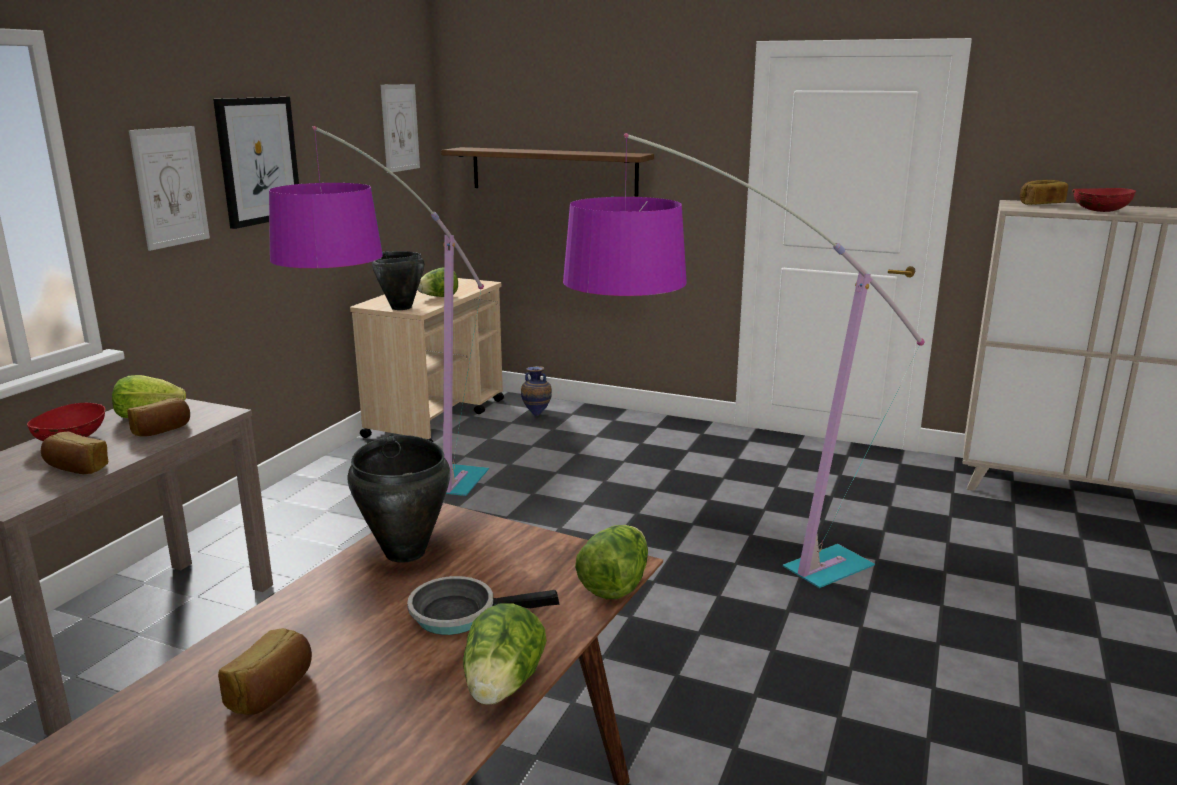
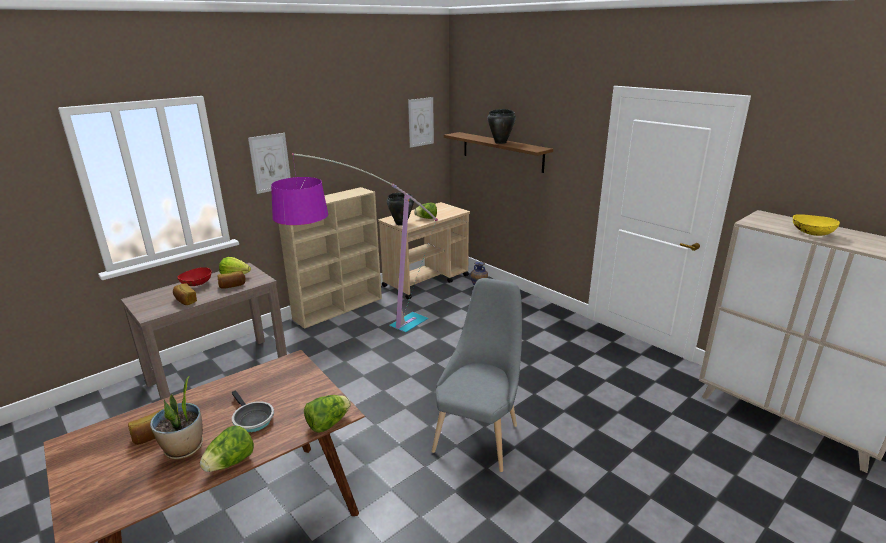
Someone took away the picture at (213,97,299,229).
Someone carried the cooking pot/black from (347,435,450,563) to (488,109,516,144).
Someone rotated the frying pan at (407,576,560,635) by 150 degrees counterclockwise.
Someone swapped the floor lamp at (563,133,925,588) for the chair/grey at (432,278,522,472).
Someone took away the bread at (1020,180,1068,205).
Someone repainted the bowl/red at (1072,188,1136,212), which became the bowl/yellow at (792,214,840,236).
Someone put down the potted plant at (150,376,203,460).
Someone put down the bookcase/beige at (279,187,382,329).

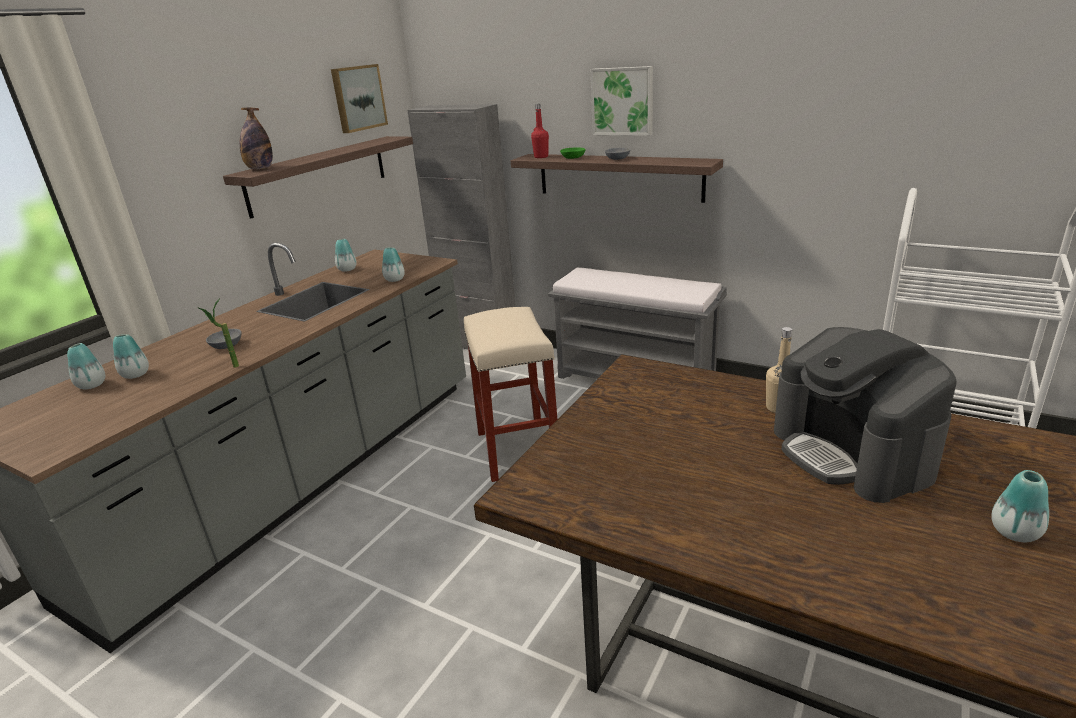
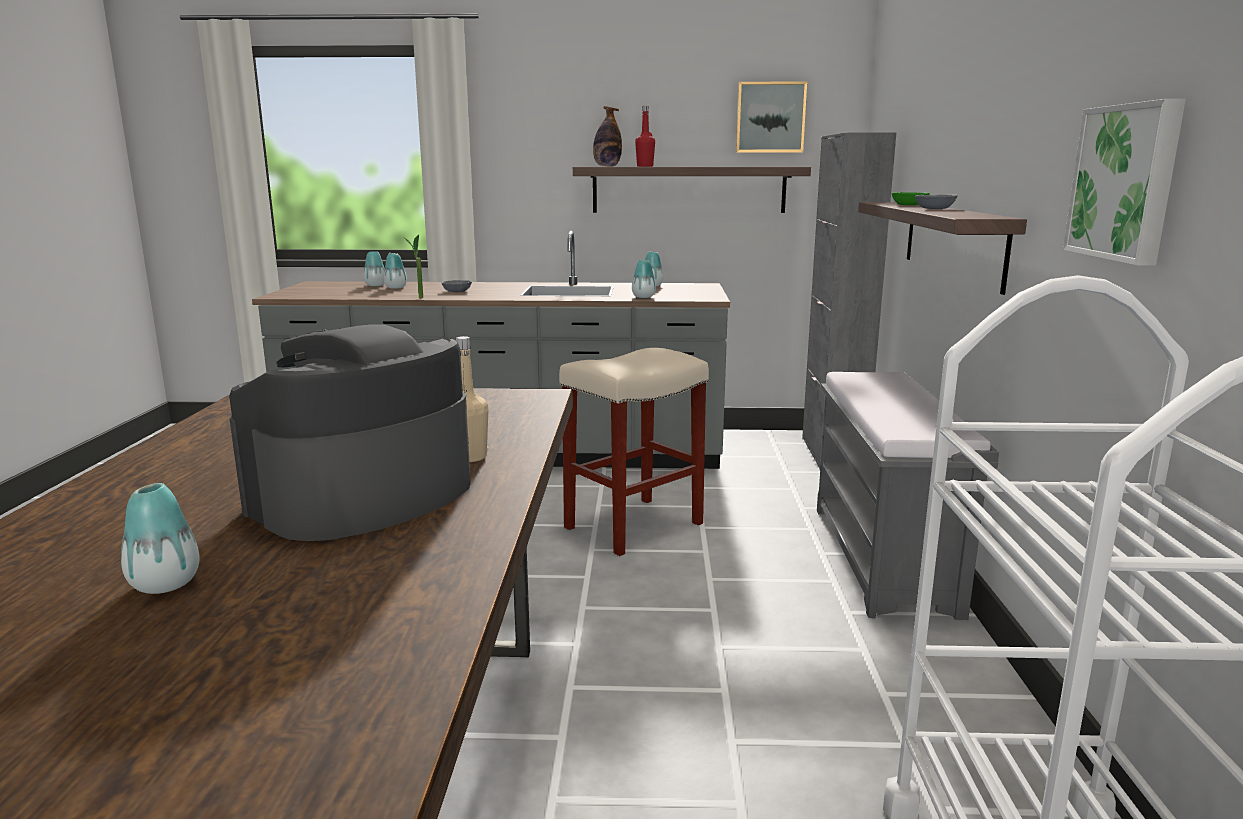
Someone carried the bottle/red from (531,104,549,158) to (635,106,655,167).
Someone carried the picture from (591,66,653,136) to (1063,99,1186,266).

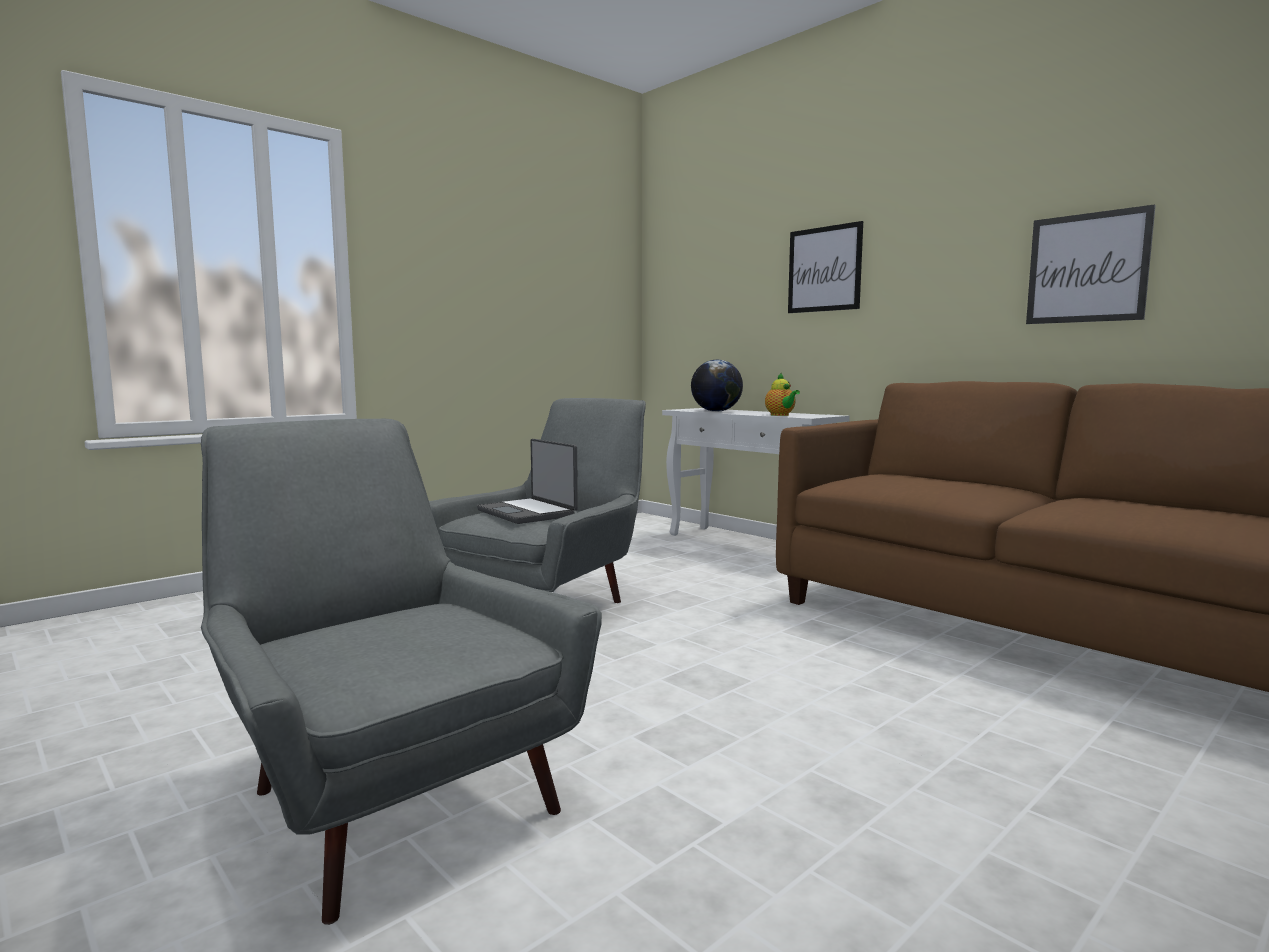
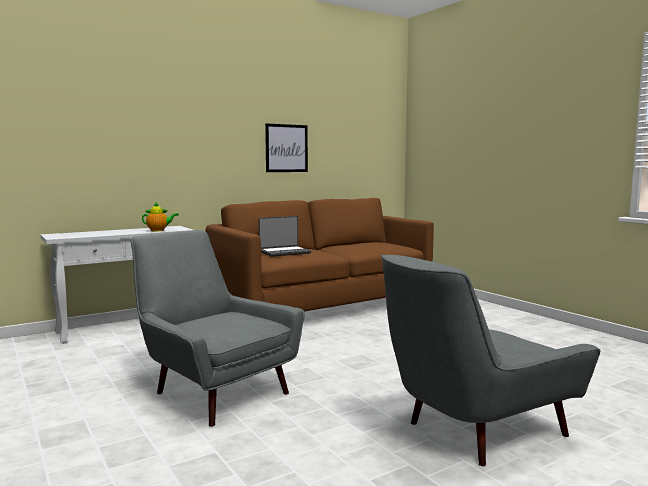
Someone carried the laptop from (477,439,578,524) to (258,216,311,257).
Someone took away the globe at (691,360,743,412).
Someone took away the picture at (788,221,863,313).

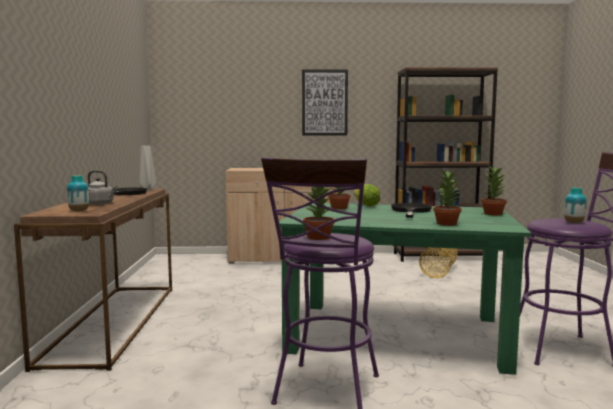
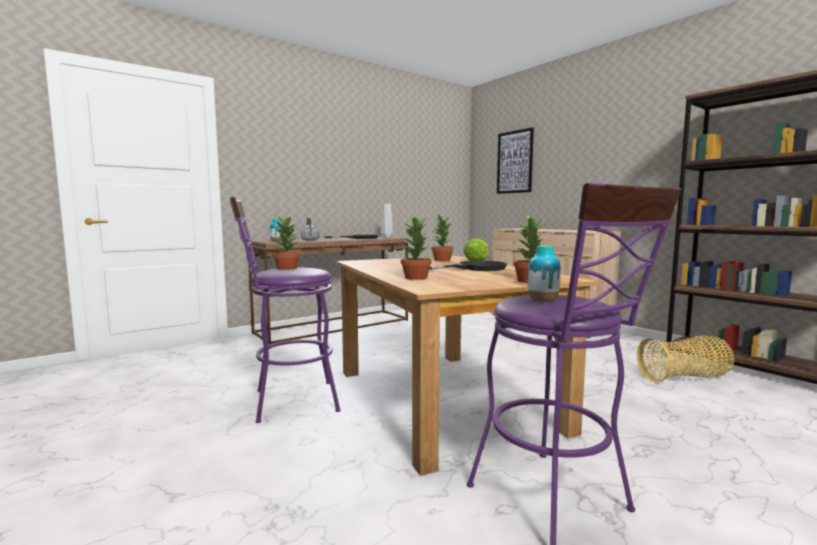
Someone repainted the dining table/green at (275,203,531,375), which became the dining table/brown at (336,256,599,476).
Someone carried the picture from (302,69,348,136) to (497,127,534,194).

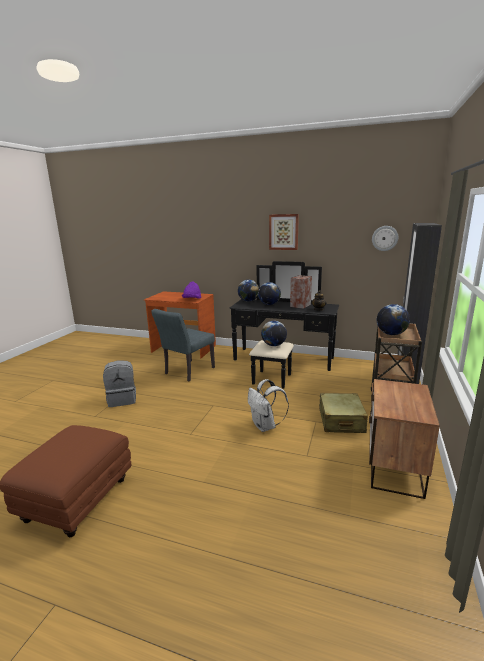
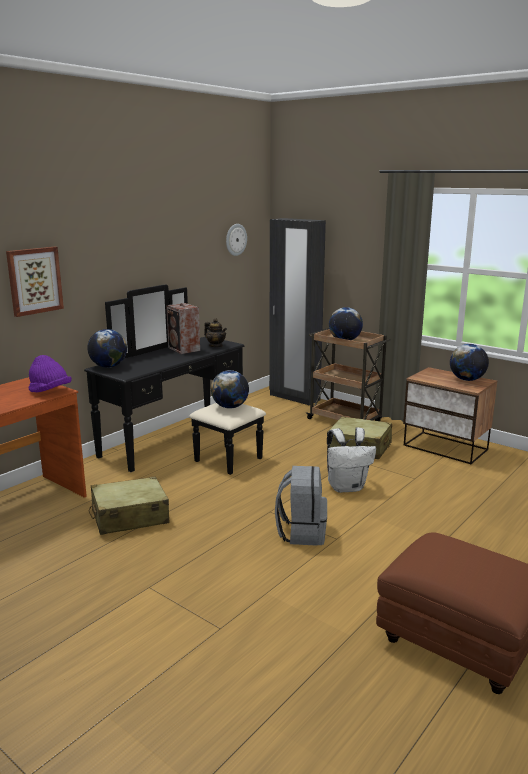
Someone carried the backpack/grey from (103,360,136,407) to (275,466,327,546).
Someone swapped the chair/grey at (151,309,215,381) for the suitcase/beige at (89,476,170,535).
Someone carried the globe from (258,282,281,305) to (450,344,489,381).
Someone carried the picture from (269,214,299,250) to (6,247,64,317).

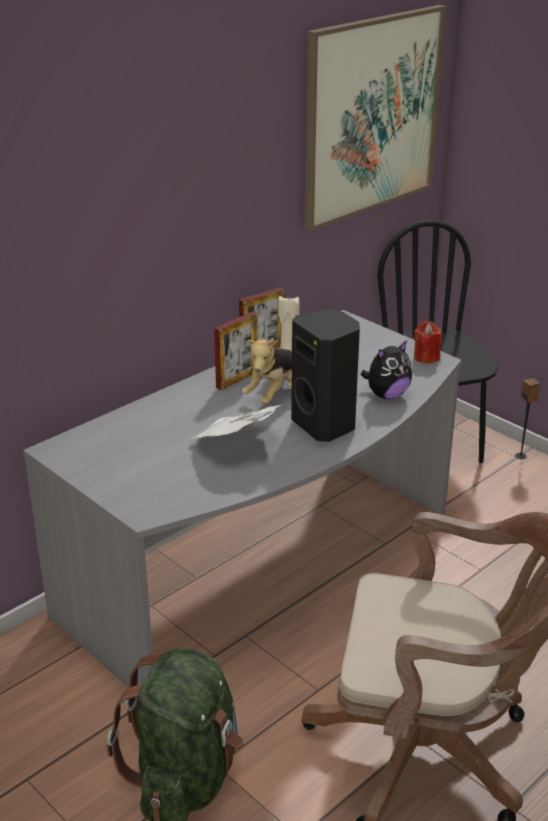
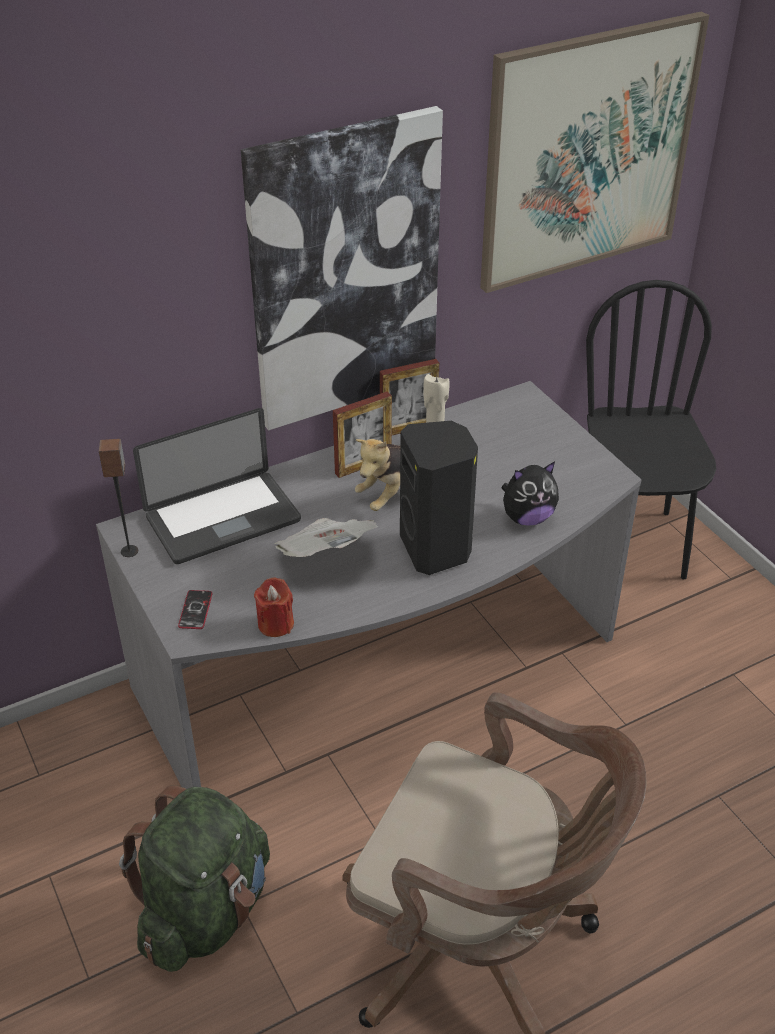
Someone carried the candle/red from (414,321,442,363) to (254,578,294,637).
Someone carried the speaker from (515,378,541,459) to (99,439,138,557).
Someone put down the laptop at (133,408,301,564).
Someone put down the phone at (178,590,213,629).
Someone put up the picture at (241,106,443,430).

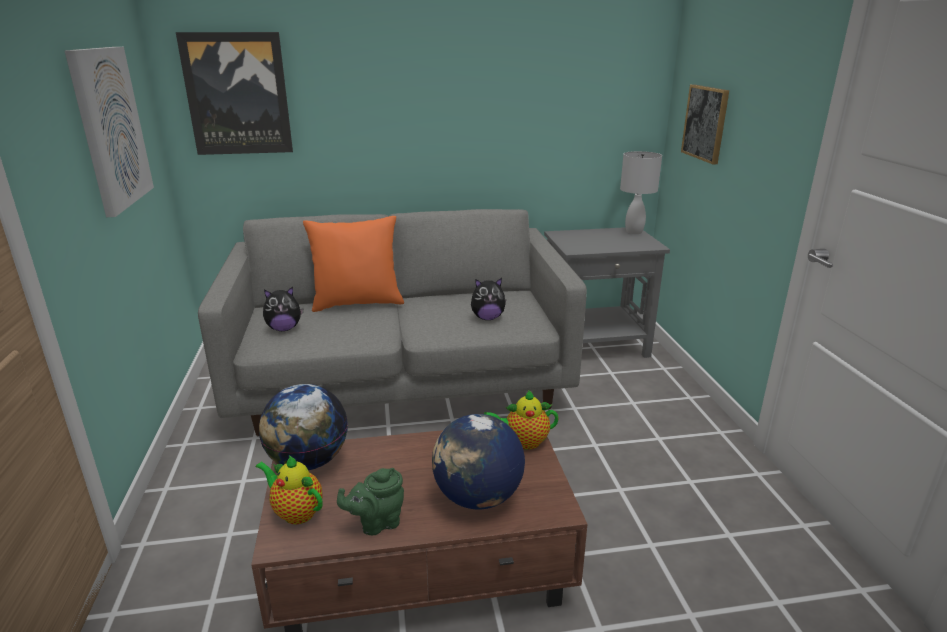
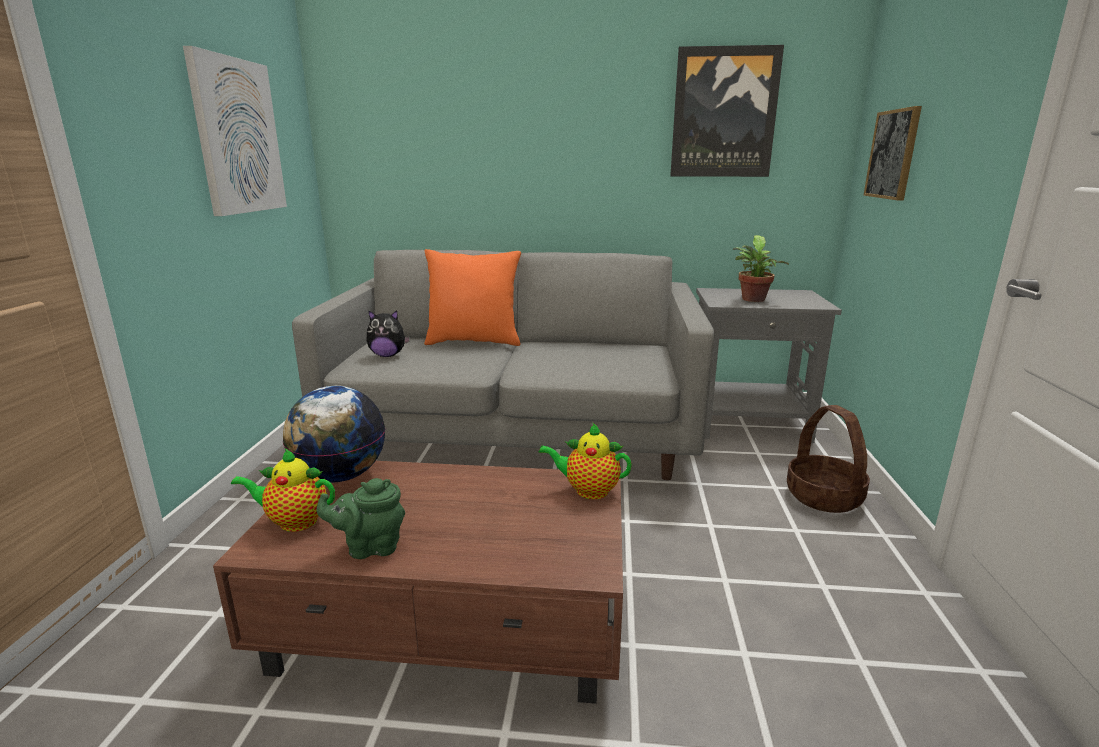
Someone carried the picture from (176,32,293,155) to (670,45,784,177).
Someone rotated the teapot at (255,455,322,524) by 45 degrees counterclockwise.
Someone took away the globe at (432,414,525,510).
Someone took away the plush toy at (471,278,506,320).
Someone took away the table lamp/white at (620,151,662,234).
Someone put down the potted plant at (733,235,789,302).
Someone put down the basket at (787,405,870,513).

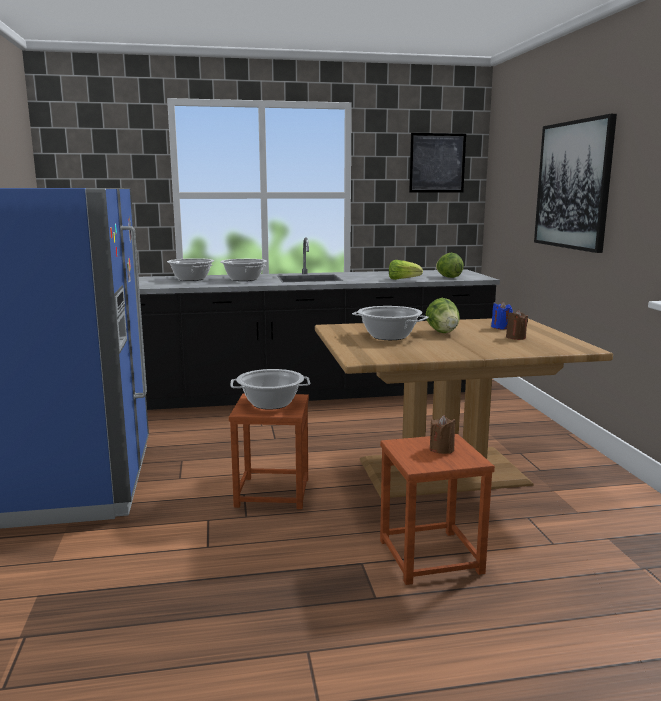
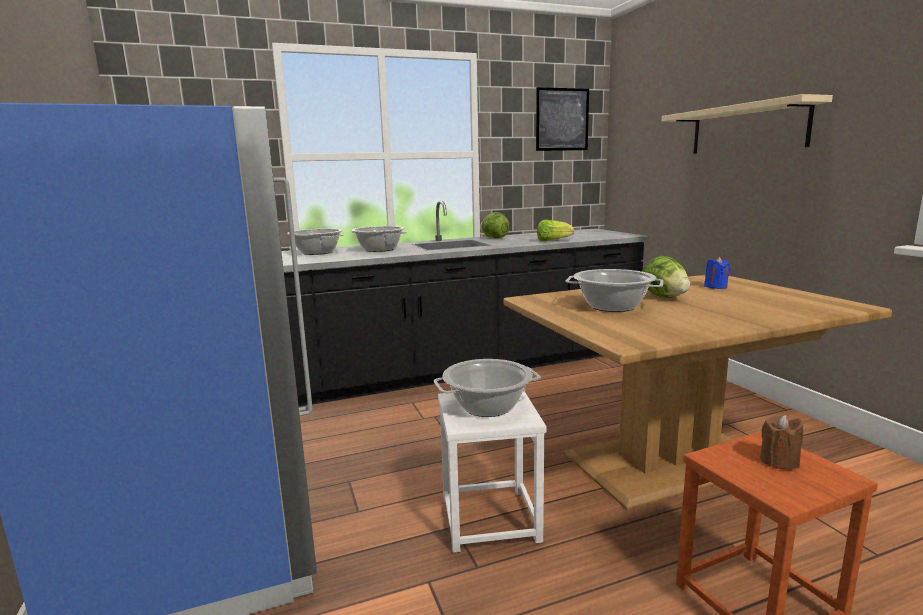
Someone repainted the stool/brown at (229,393,309,509), which became the stool/white at (438,391,547,553).
Someone carried the lettuce from (436,253,464,278) to (480,212,509,238).
Someone took away the candle/brown at (506,310,528,340).
Someone swapped the picture at (534,114,617,253) for the shelf/beige at (661,94,833,154).

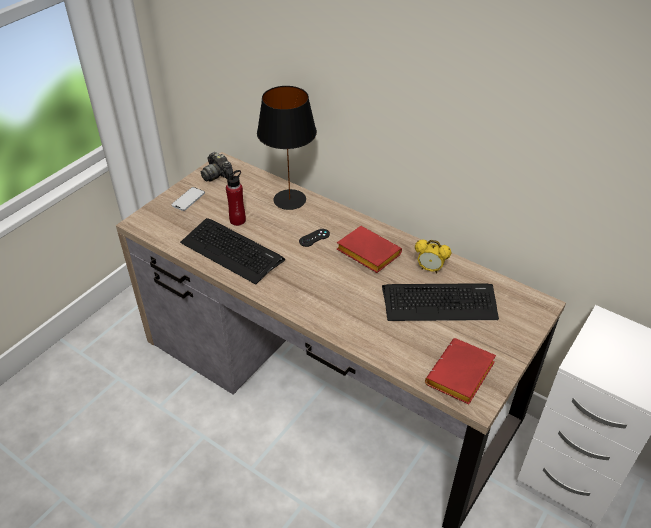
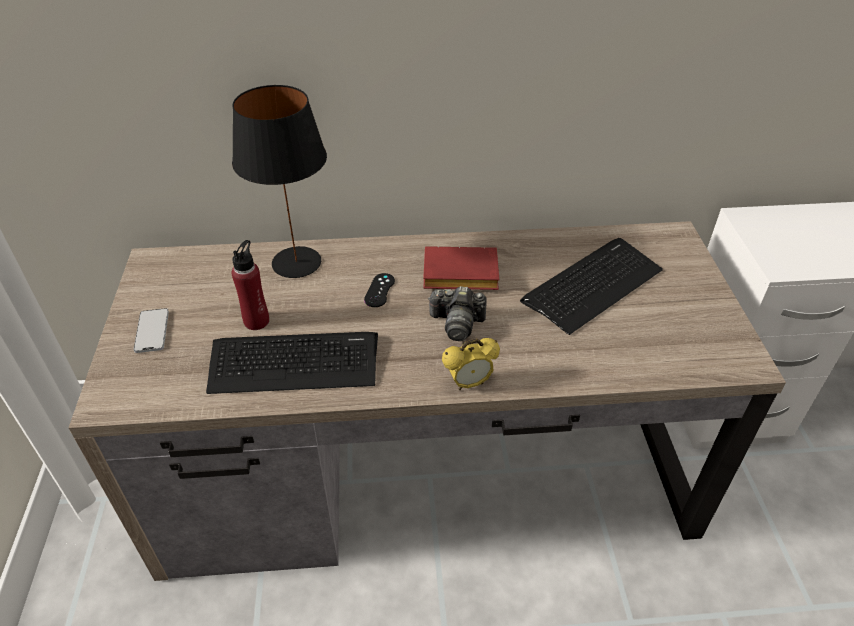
Someone carried the photo camera from (201,152,234,182) to (428,286,487,341).
Someone carried the alarm clock from (415,240,451,273) to (442,338,500,390).
Someone took away the book/red at (425,338,496,404).

